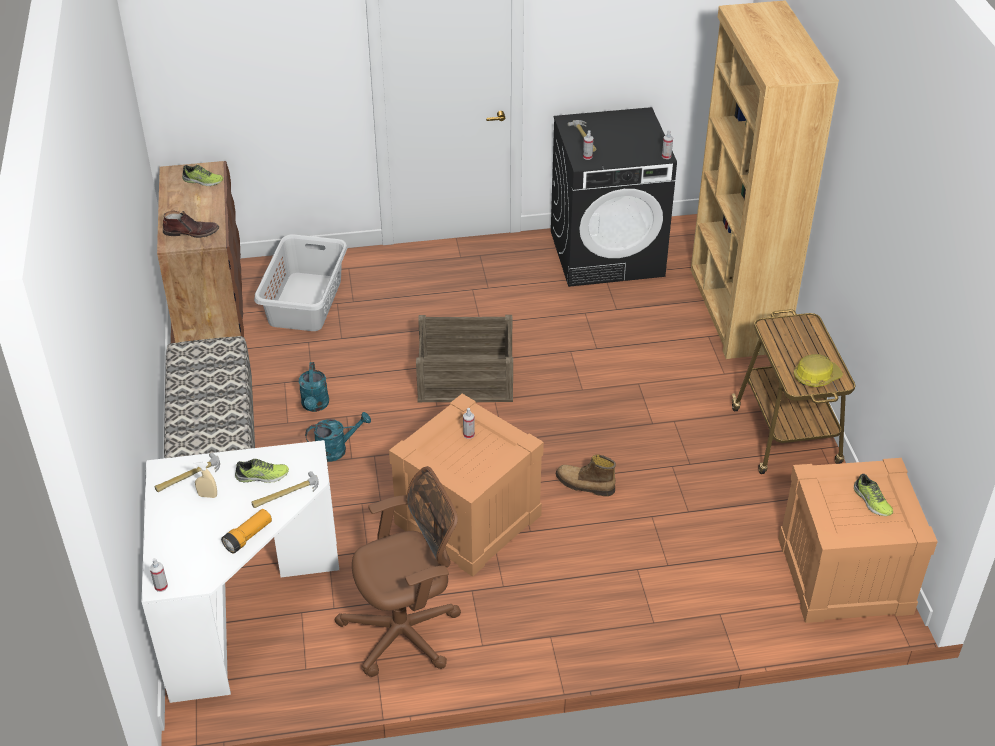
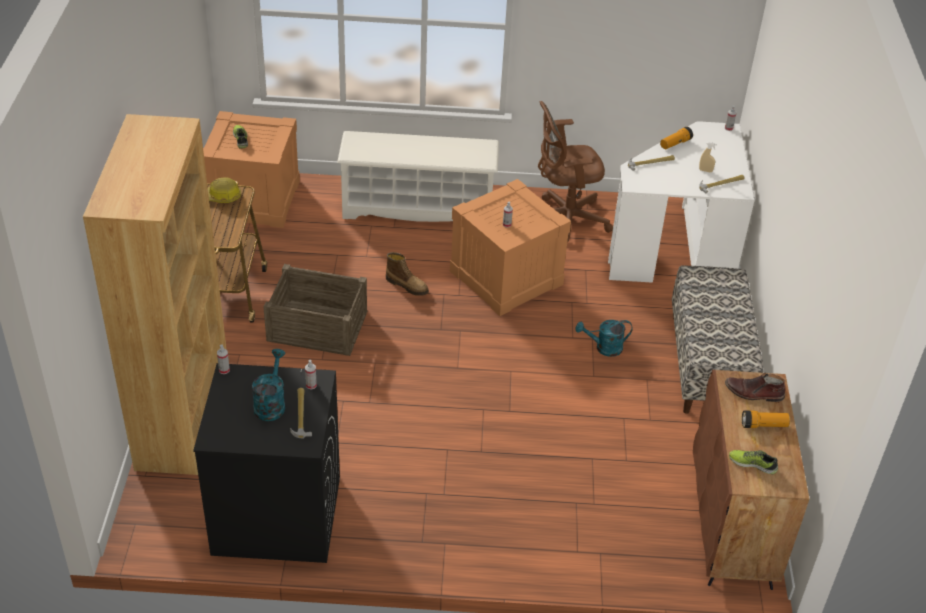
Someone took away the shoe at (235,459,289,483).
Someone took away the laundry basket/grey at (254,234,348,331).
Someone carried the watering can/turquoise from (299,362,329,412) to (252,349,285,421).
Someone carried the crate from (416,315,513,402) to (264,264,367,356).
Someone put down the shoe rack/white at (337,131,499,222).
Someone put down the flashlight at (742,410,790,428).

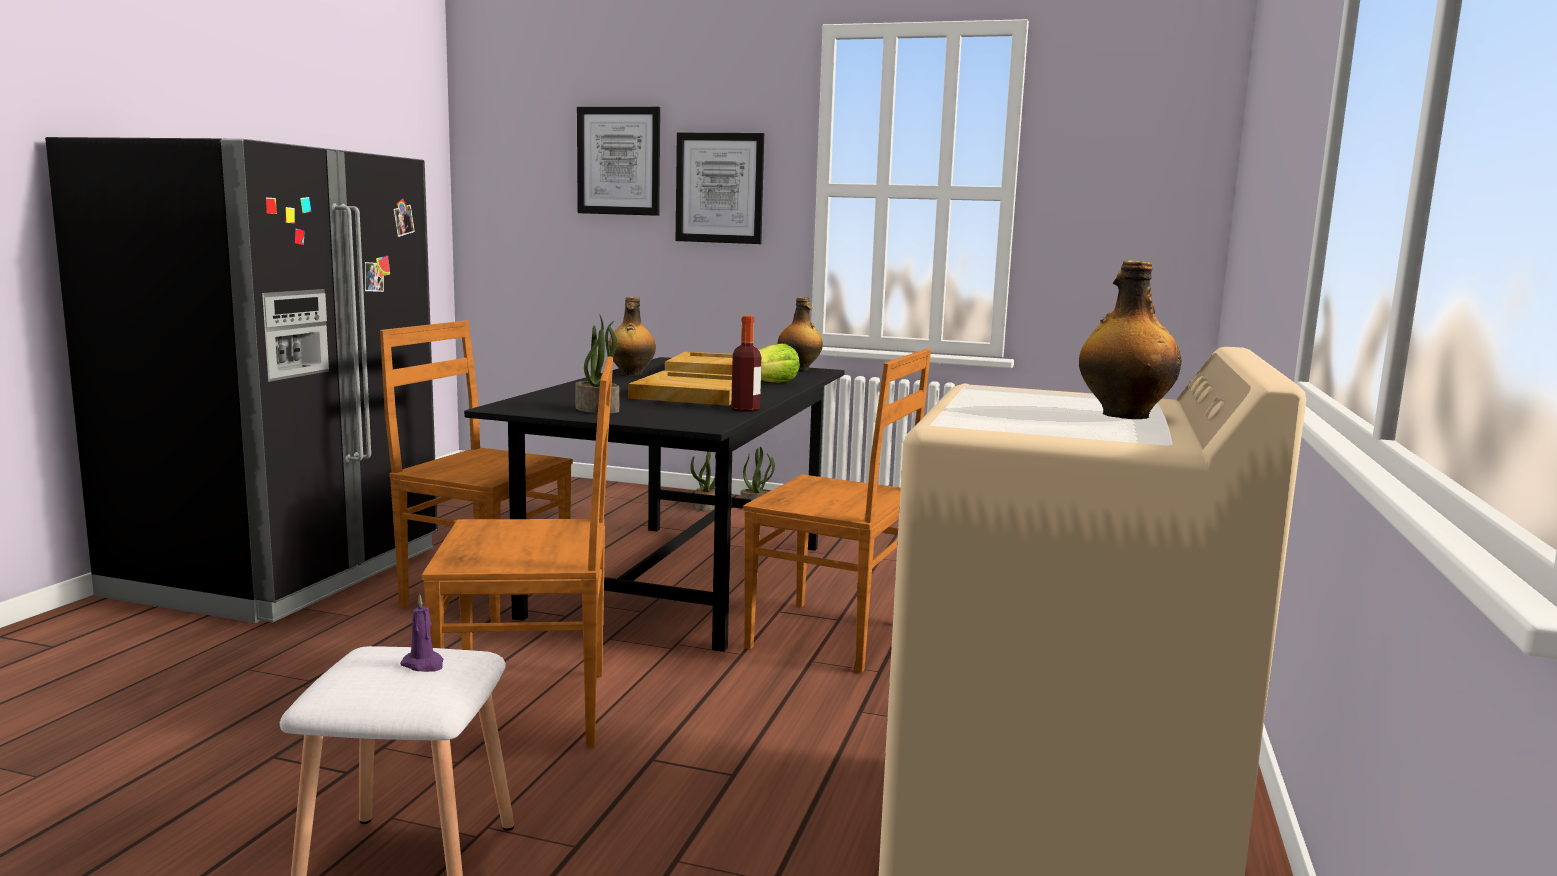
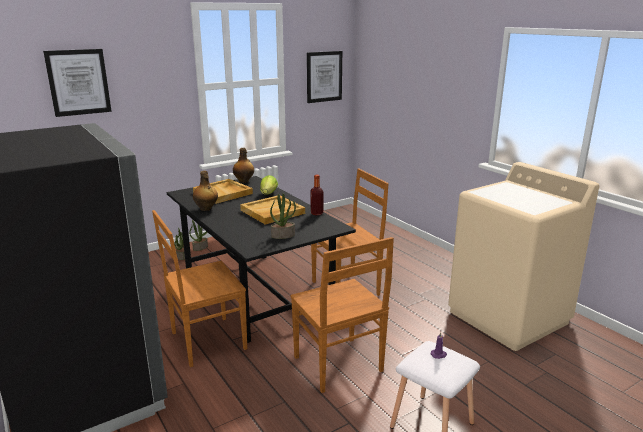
Someone rotated the chair/brown at (422,356,613,747) by 120 degrees clockwise.
Someone carried the picture from (676,133,764,244) to (307,51,342,103).
Someone took away the bottle at (1079,260,1182,419).

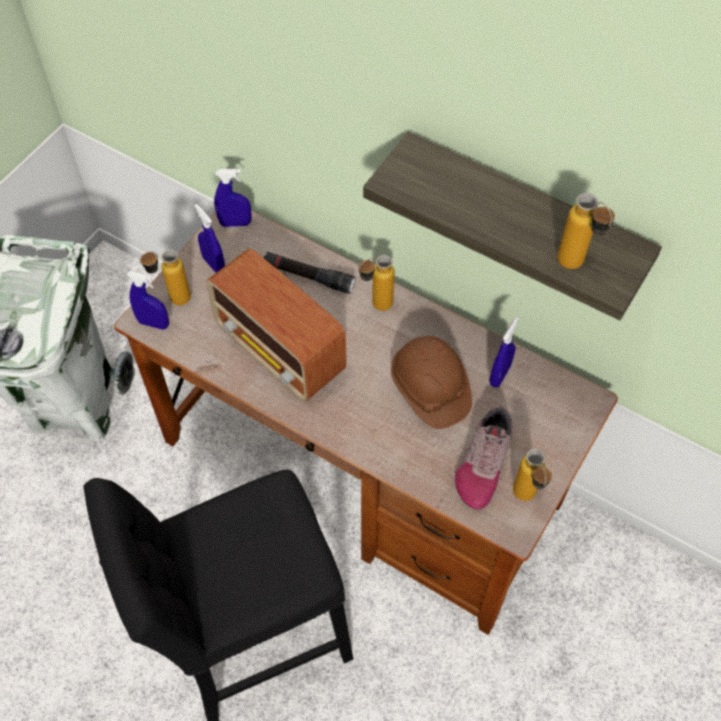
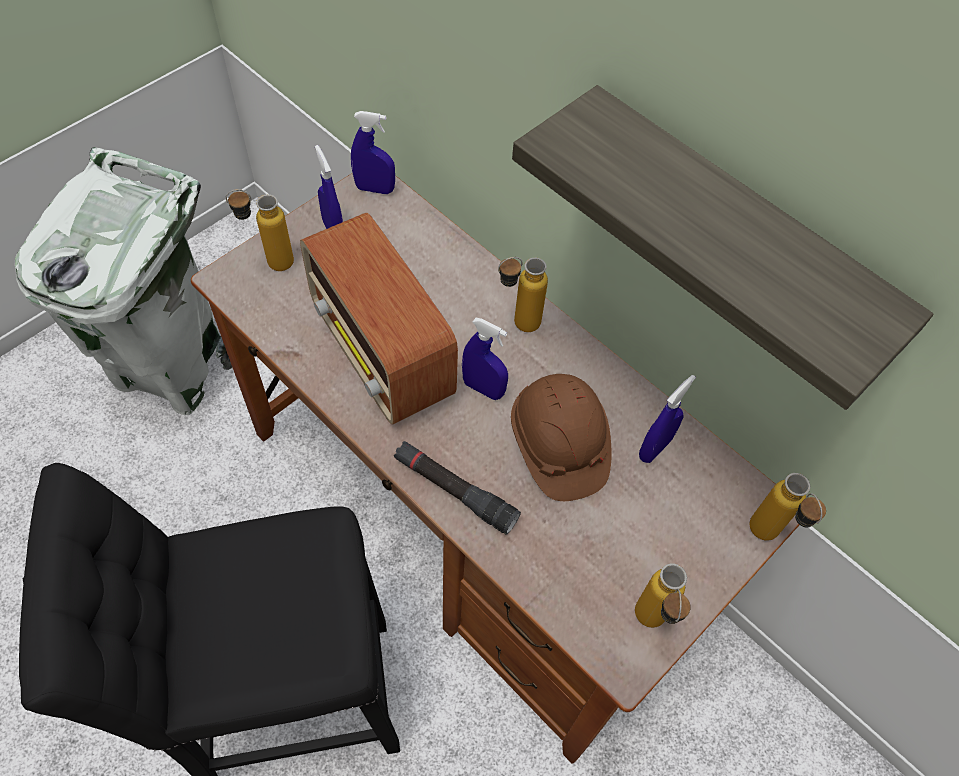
Someone carried the spray bottle/blue from (127,271,169,330) to (462,318,508,400).
Someone carried the flashlight/black from (263,252,355,294) to (394,441,521,535).
Someone took away the shoe at (455,407,513,509).
Someone carried the bottle from (557,193,615,269) to (750,473,826,541).

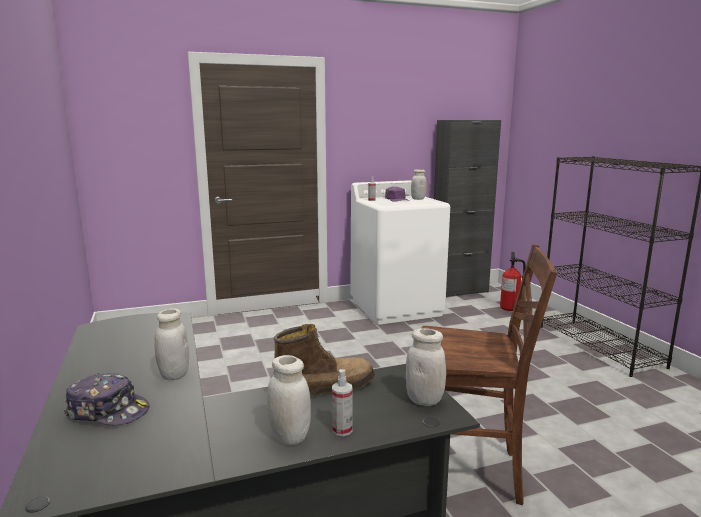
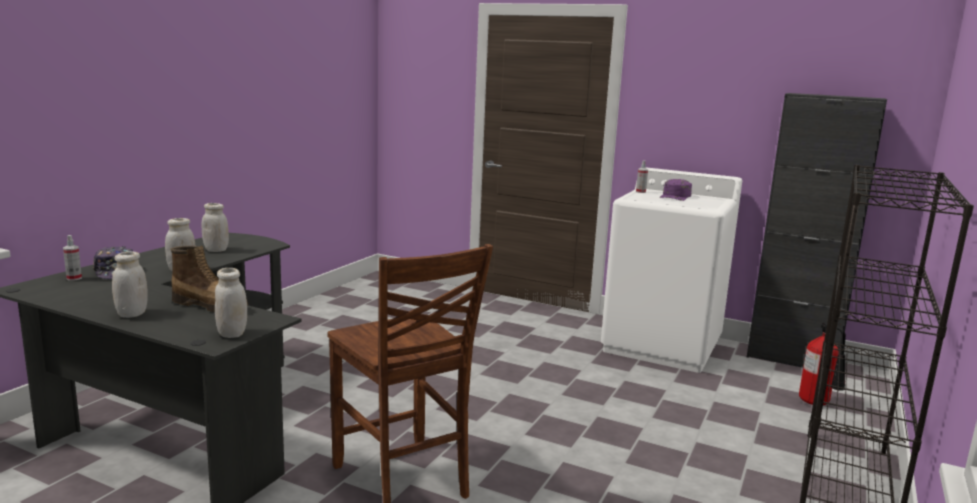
Someone carried the spray bottle from (332,369,352,436) to (63,235,82,281).
Someone carried the jar/white from (411,169,427,200) to (202,203,229,252).

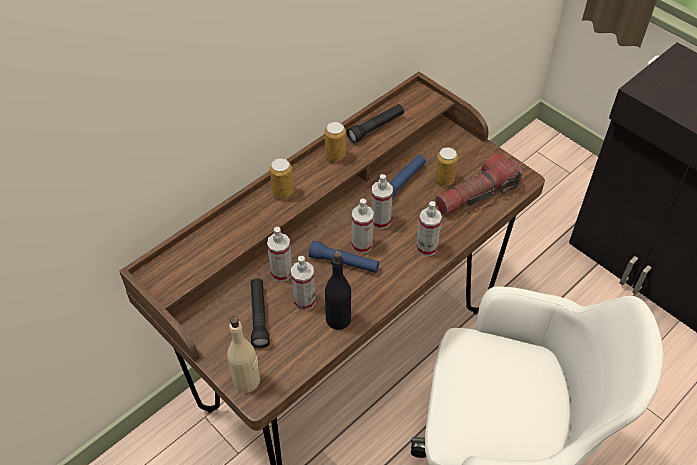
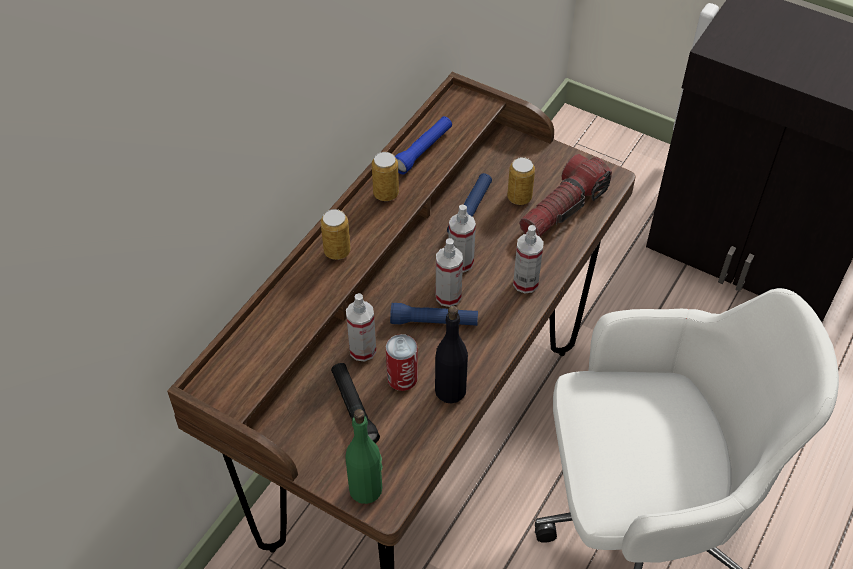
Someone repainted the bottle/beige at (227,316,260,393), which became the bottle/green at (346,409,382,504).
Someone swapped the spray bottle at (291,256,316,311) for the can at (386,334,418,391).
Someone repainted the flashlight/black at (346,104,404,143), which became the flashlight/blue at (395,116,452,175).

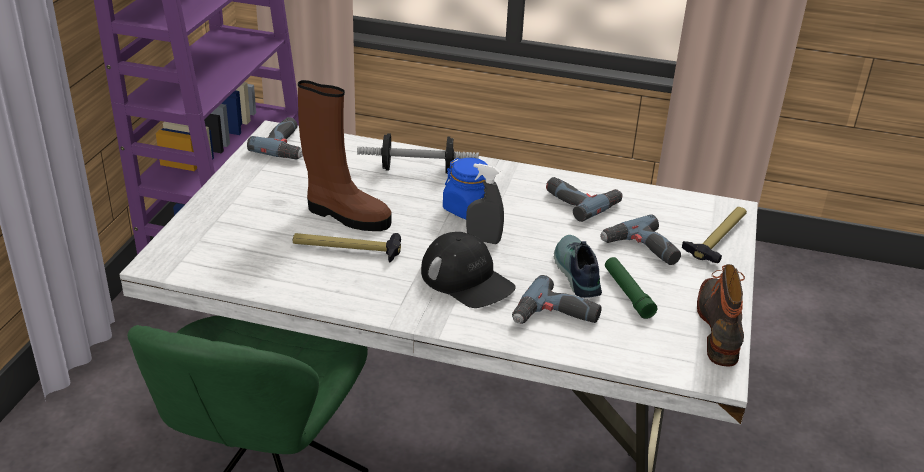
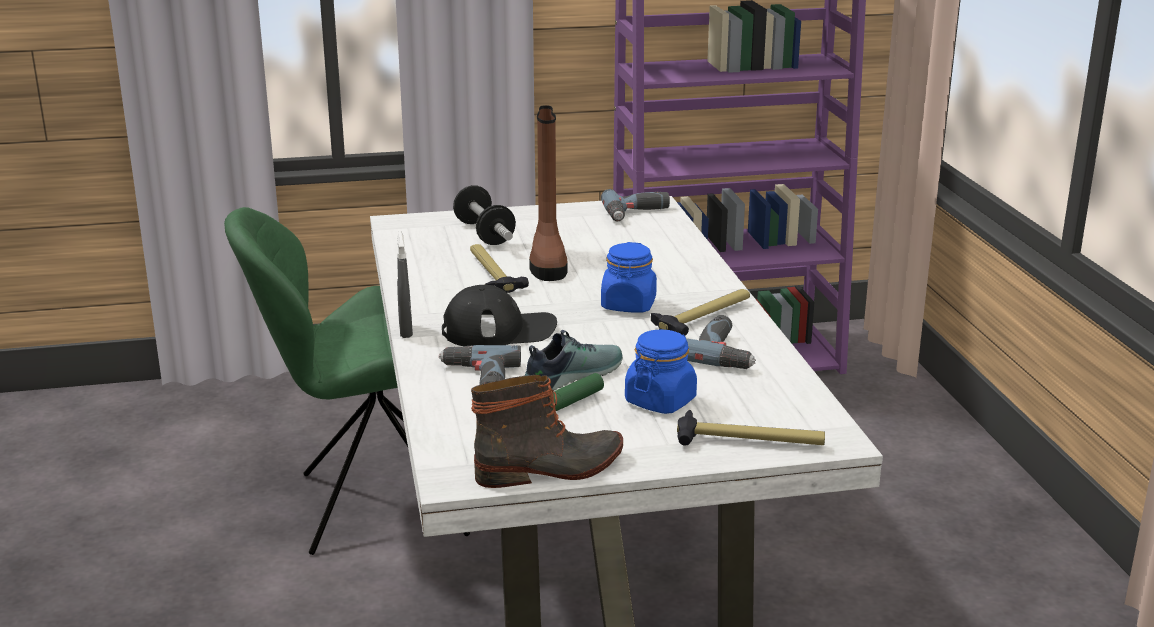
Someone carried the dumbbell from (357,133,479,174) to (453,185,516,245).
Someone rotated the cap/black at (421,232,516,308) by 120 degrees counterclockwise.
Someone carried the spray bottle/grey from (466,163,504,244) to (397,231,413,338).
Someone swapped the power drill at (600,214,681,265) for the jar/blue at (625,329,697,414).
Someone put down the hammer at (651,289,750,336).

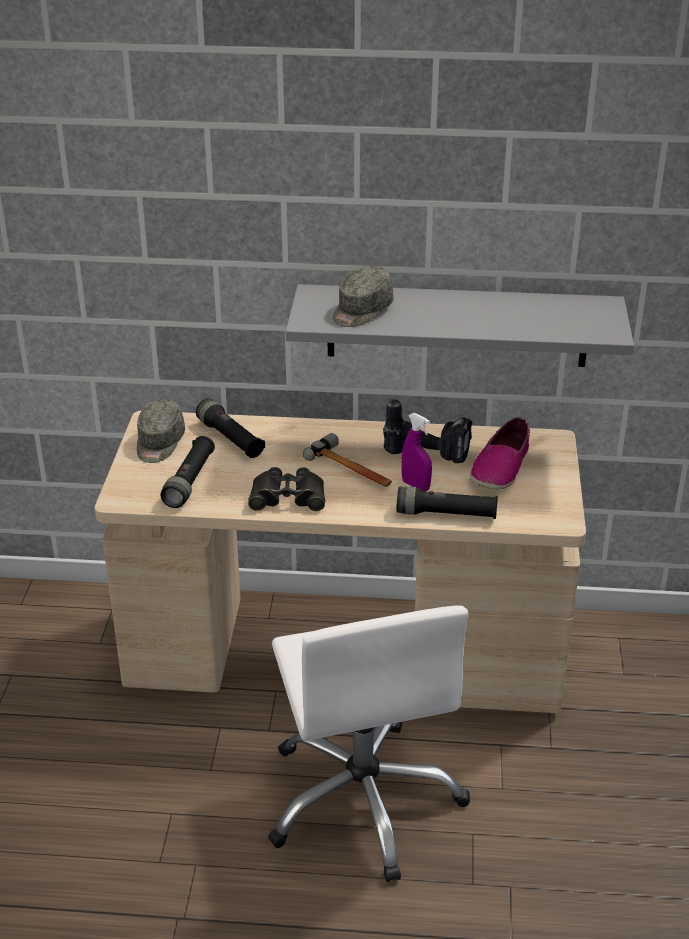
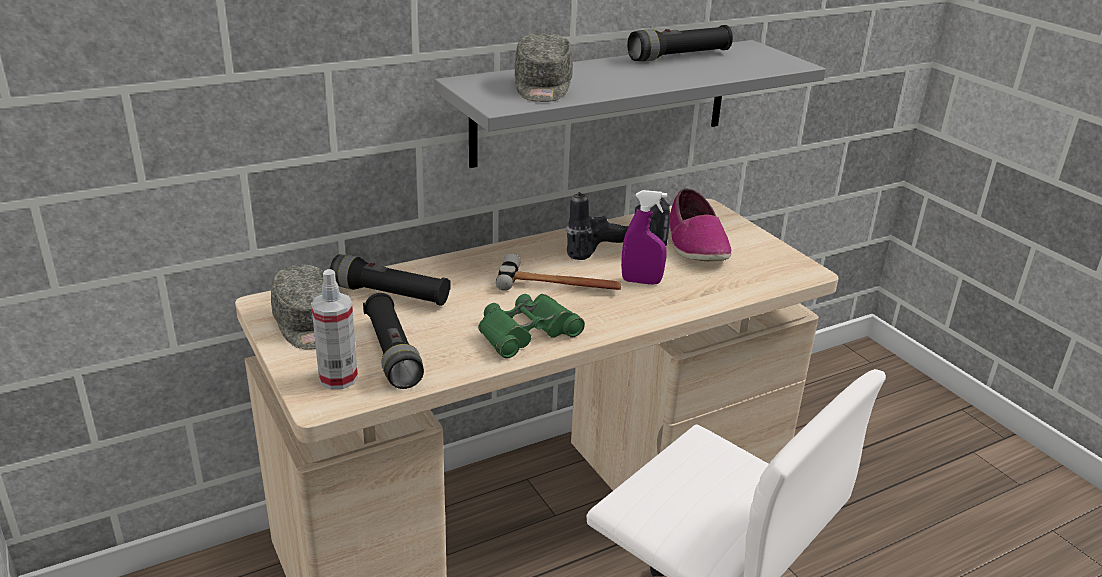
Someone repainted the binoculars/black at (248,467,325,511), which became the binoculars/green at (478,294,585,359).
Someone carried the flashlight/black from (396,486,498,519) to (627,25,733,61).
Someone put down the spray bottle at (311,269,358,390).

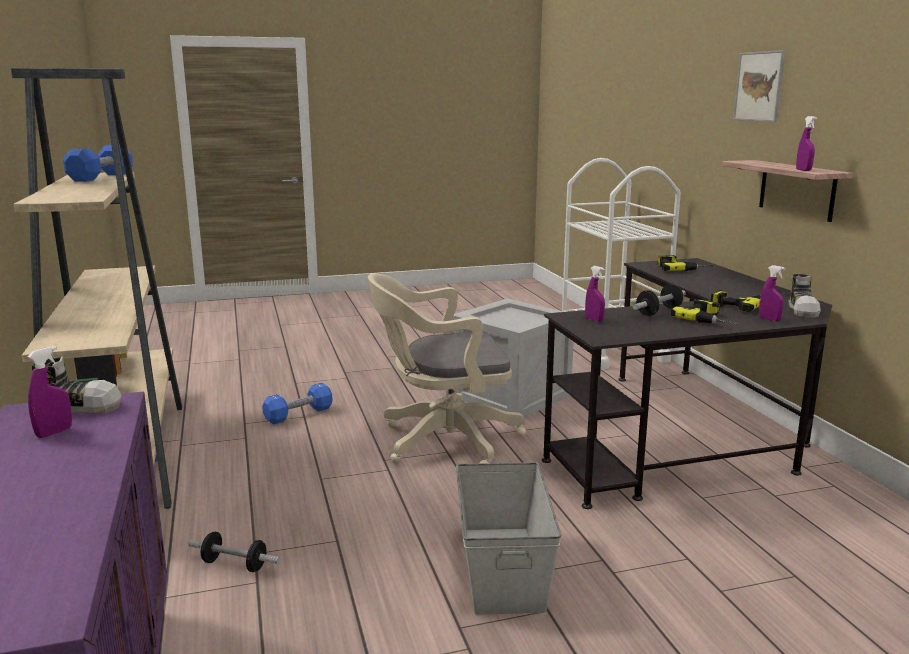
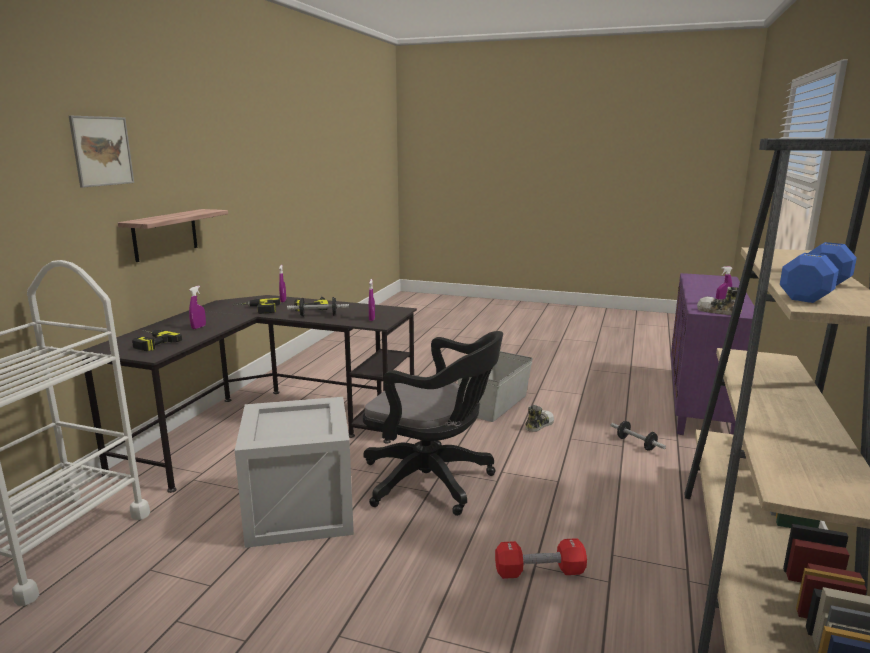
Someone repainted the dumbbell/blue at (262,383,333,424), which became the dumbbell/red at (495,538,587,579).
Someone repainted the office chair/beige at (368,273,526,464), which became the office chair/black at (363,331,503,516).
Someone carried the shoe from (789,274,821,317) to (525,405,554,432).
Someone carried the spray bottle/purple from (796,116,817,171) to (189,286,206,329).

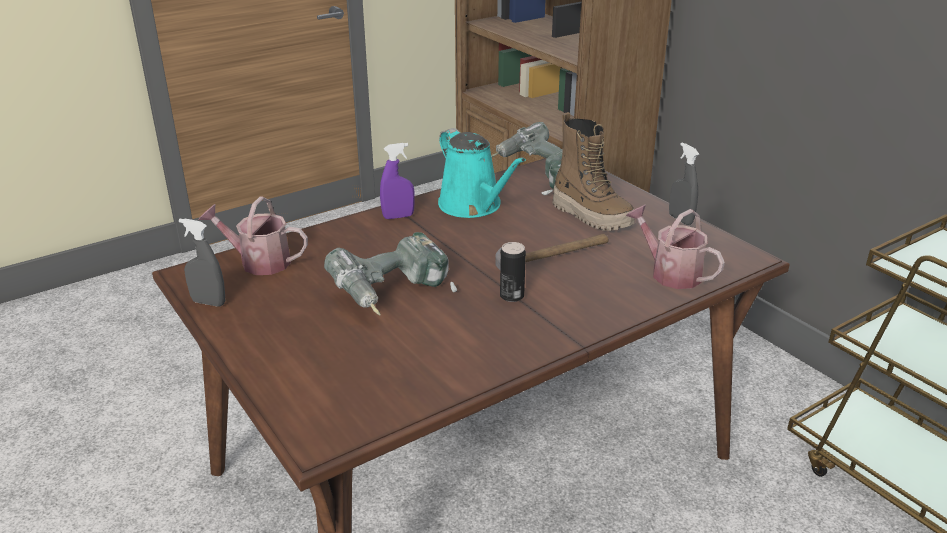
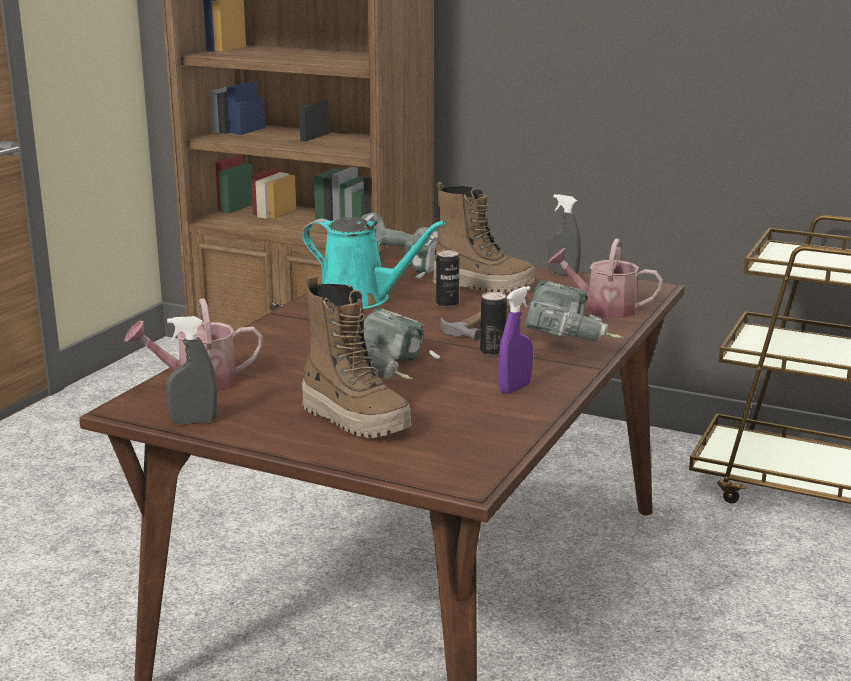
Someone carried the spray bottle/purple from (380,143,415,219) to (498,286,533,394).
Someone put down the boot at (302,275,412,438).
Someone put down the can at (436,250,459,307).
Someone put down the power drill at (525,280,624,341).

